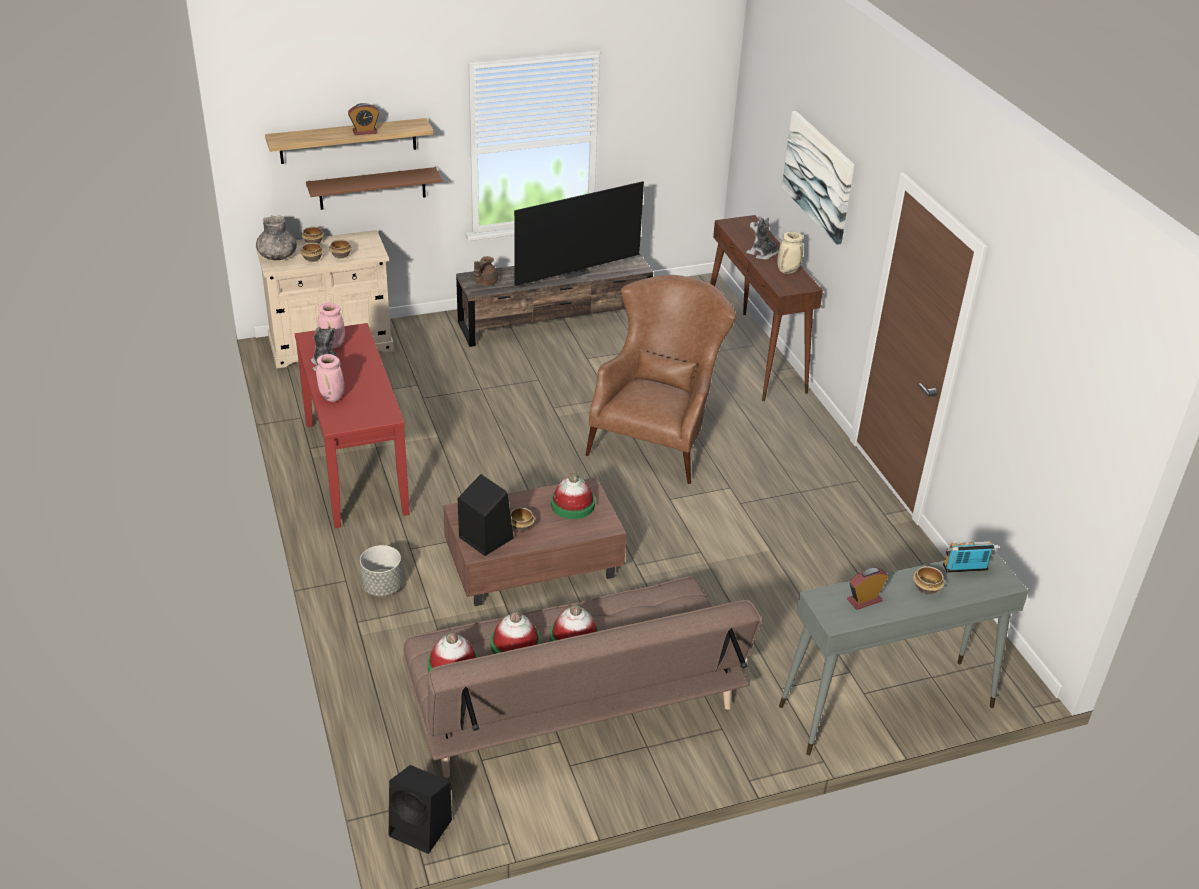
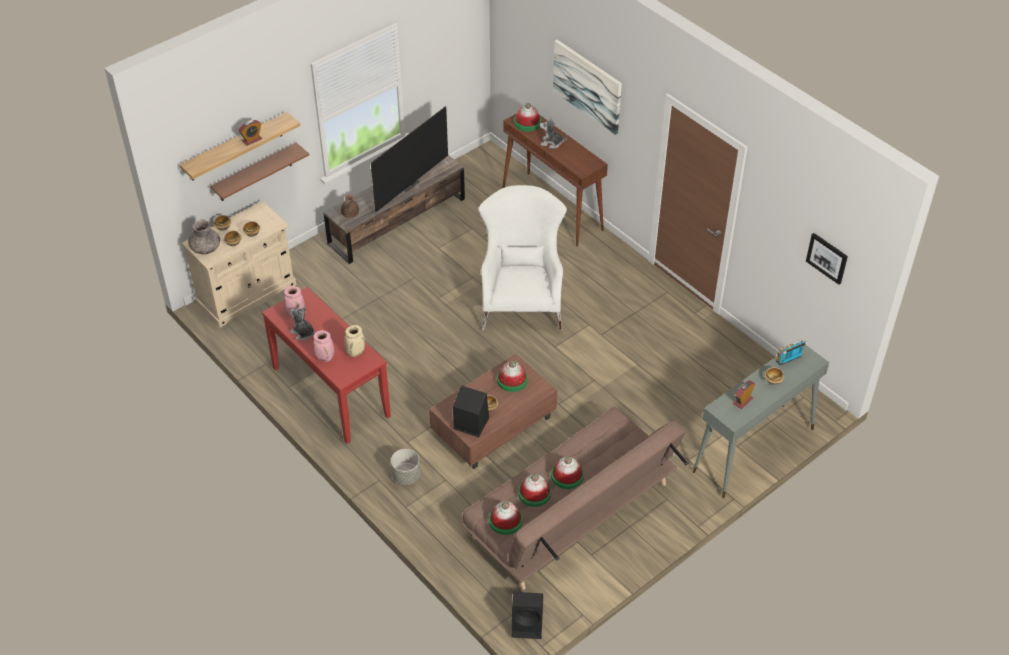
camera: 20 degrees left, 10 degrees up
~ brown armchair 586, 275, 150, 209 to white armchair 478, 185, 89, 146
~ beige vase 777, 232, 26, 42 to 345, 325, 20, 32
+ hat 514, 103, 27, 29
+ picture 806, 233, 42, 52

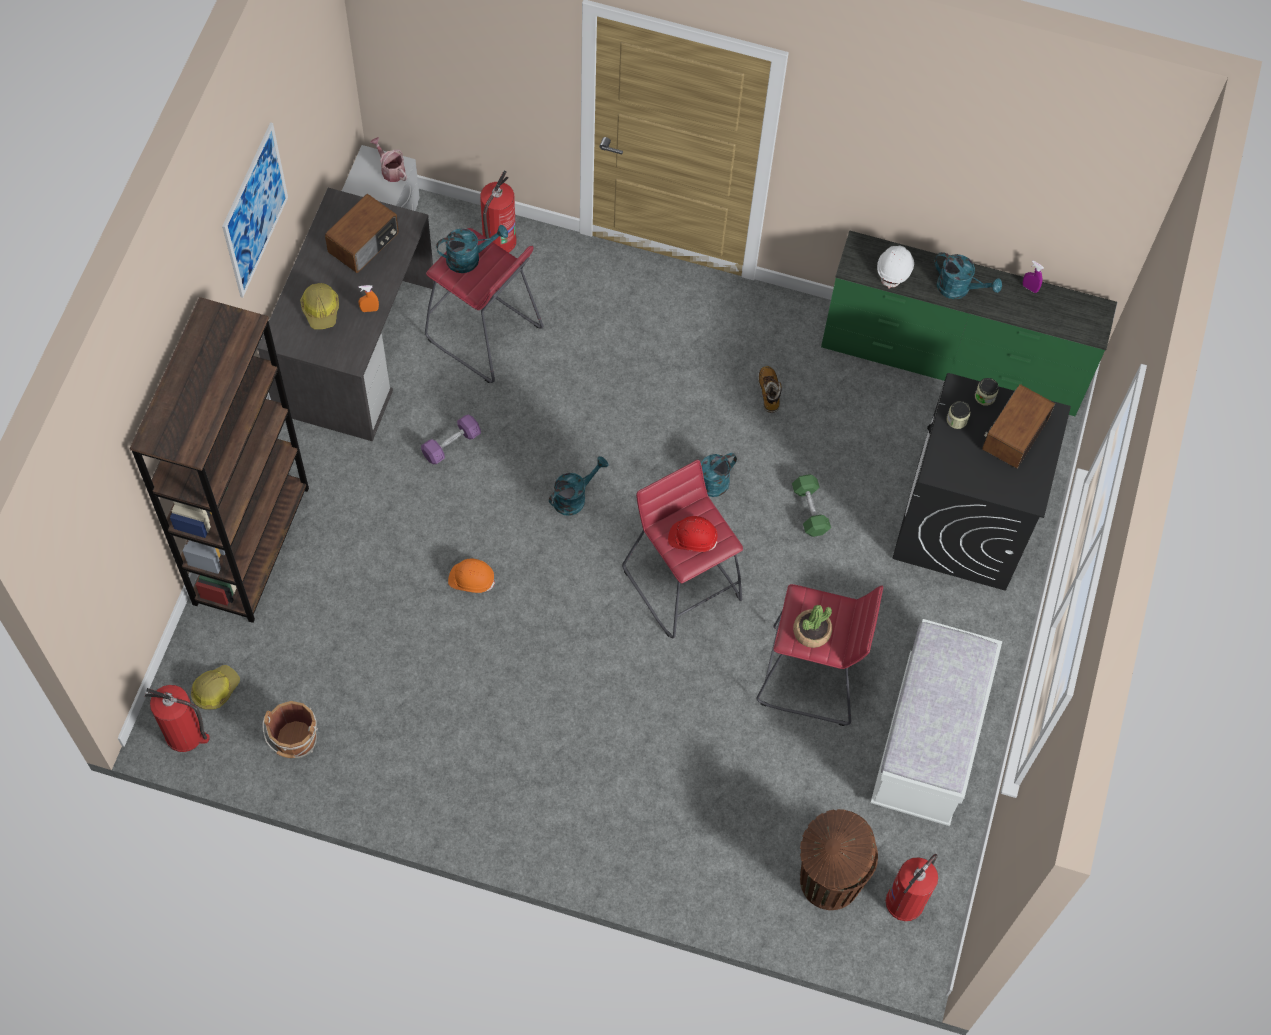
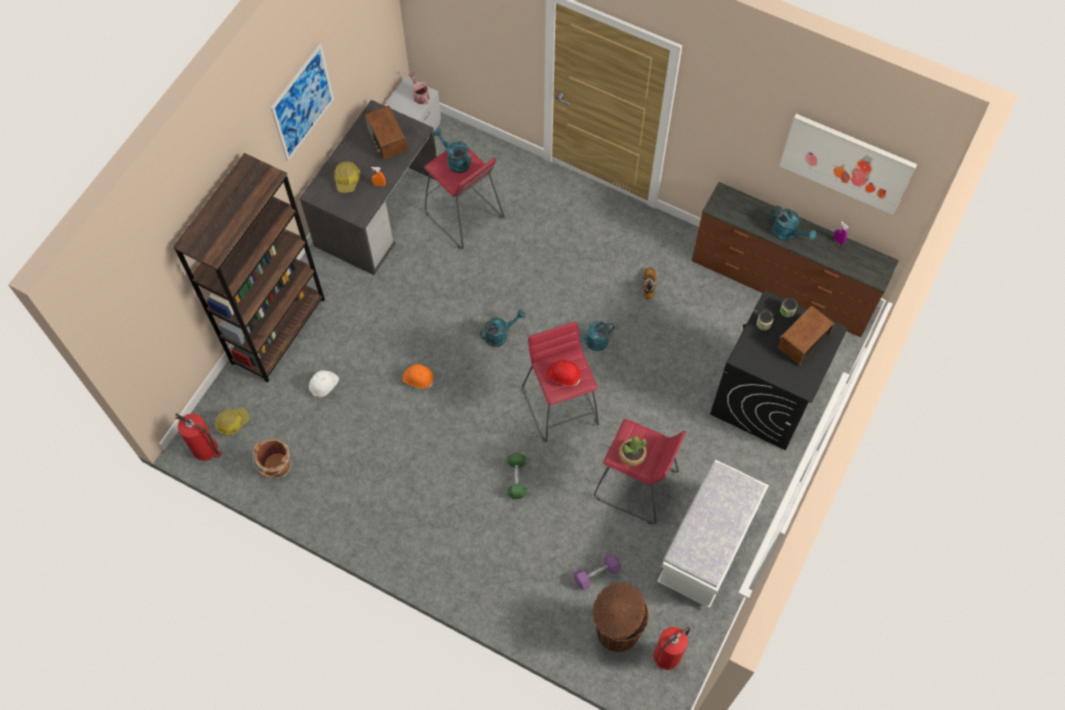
camera: 15 degrees right, 0 degrees up
~ radio 325, 194, 74, 79 = 365, 106, 42, 54 105 degrees clockwise
~ purple dumbbell 421, 414, 60, 51 to 574, 554, 47, 36
~ turquoise watering can 436, 225, 72, 48 = 433, 128, 39, 45 135 degrees counterclockwise
- fire extinguisher 480, 171, 37, 82
~ green dumbbell 792, 474, 39, 63 to 507, 453, 20, 46
~ green dresser 821, 230, 296, 186 to brown dresser 692, 182, 208, 155
~ white hard hat 877, 245, 37, 44 to 309, 370, 30, 29
+ picture 779, 114, 138, 101

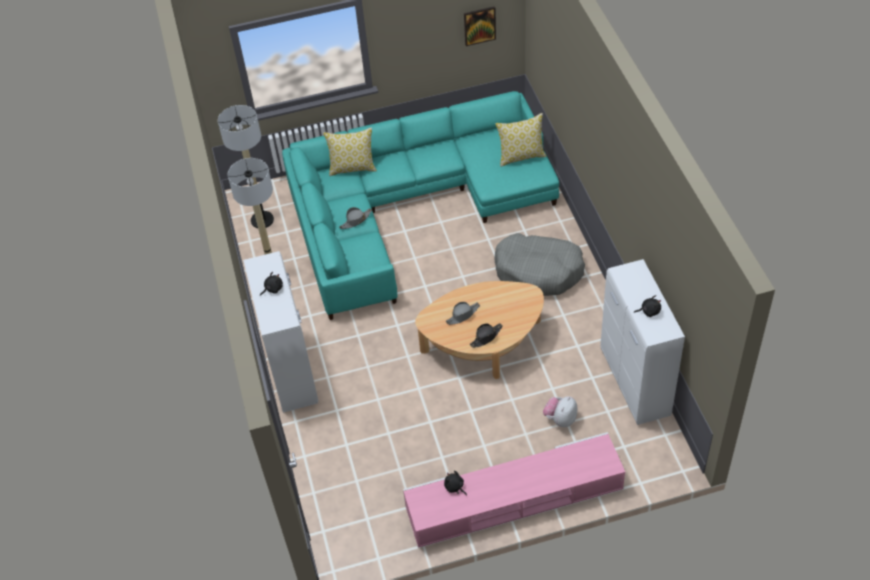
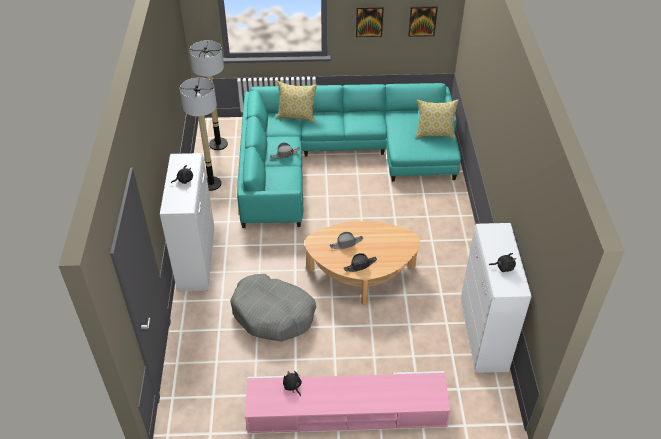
camera: 10 degrees right, 5 degrees down
~ grey dog bed 494, 233, 91, 63 to 230, 274, 86, 67
- plush toy 543, 396, 34, 31
+ picture 356, 7, 28, 30

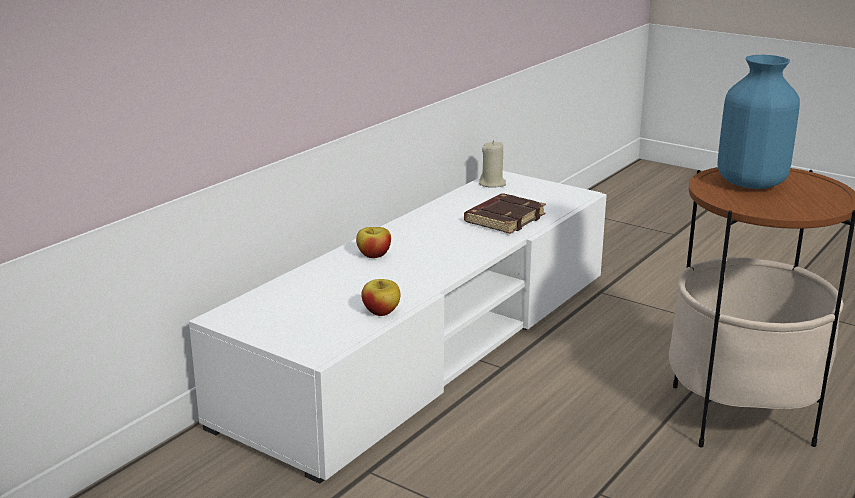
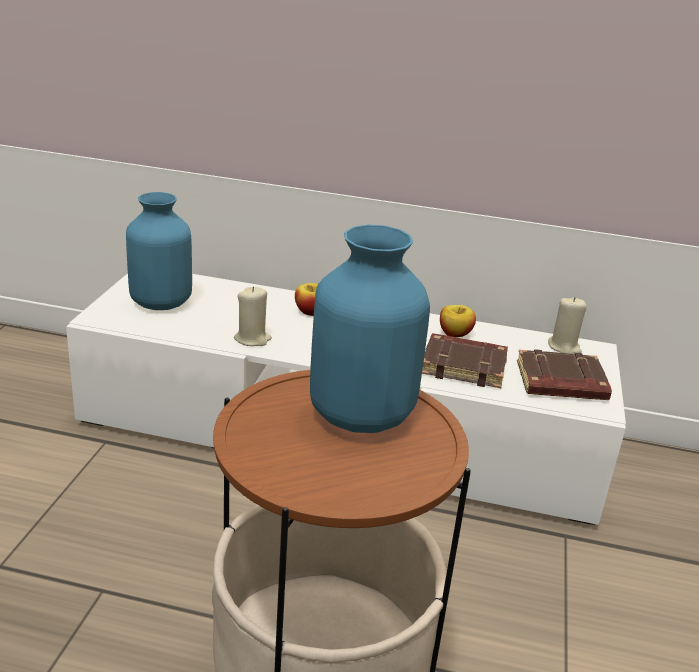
camera: 65 degrees right, 5 degrees up
~ apple 361, 279, 39, 37 to 440, 305, 36, 32
+ blue vase 126, 192, 66, 118
+ beige candle 234, 286, 38, 60
+ brown book 517, 349, 95, 51

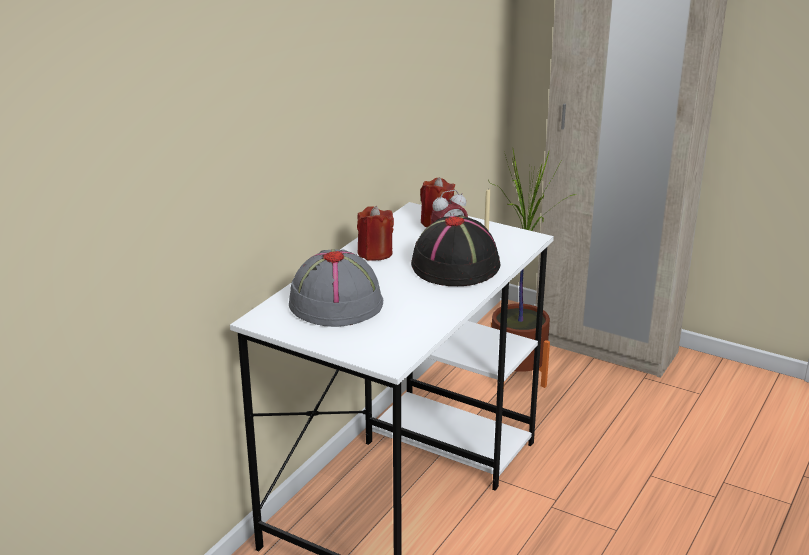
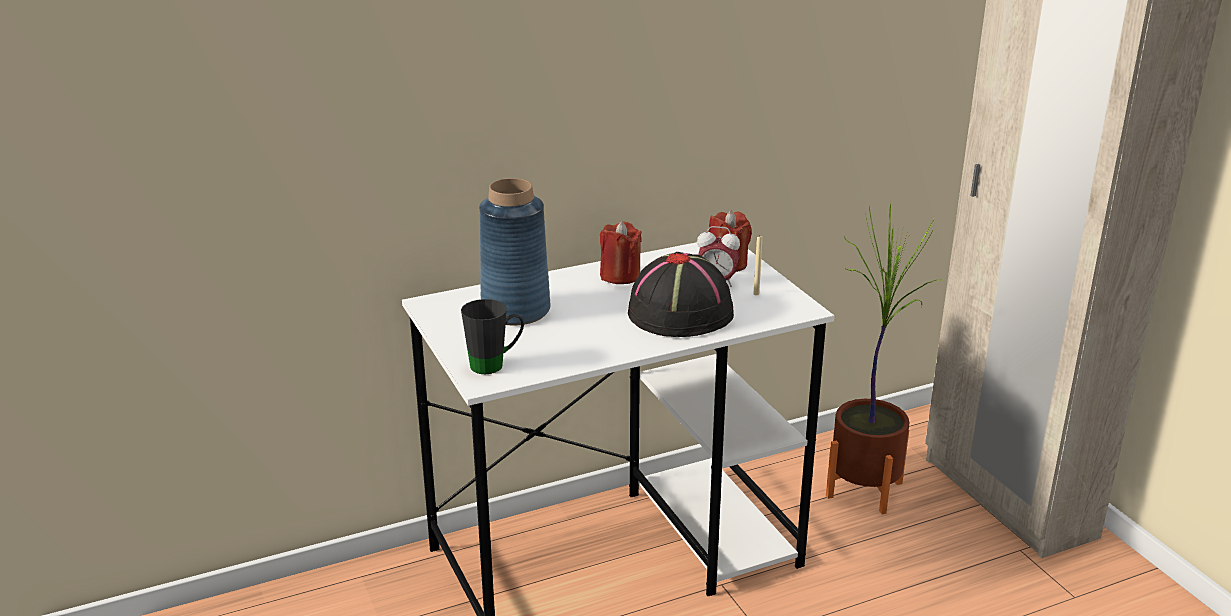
camera: 35 degrees right, 0 degrees up
~ grey hat 289, 249, 94, 78 to blue vase 479, 178, 71, 147
+ black mug 461, 299, 63, 75

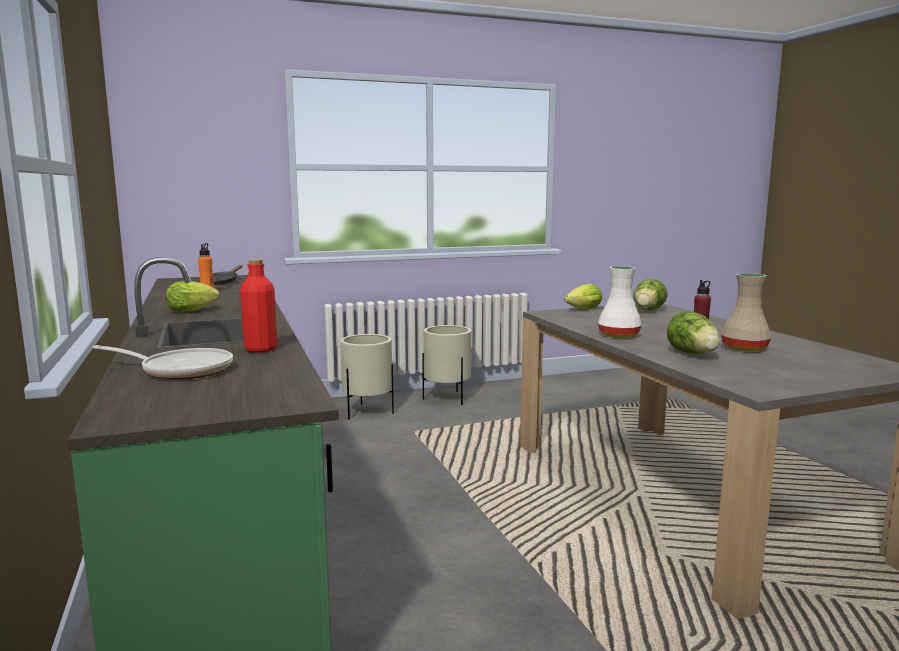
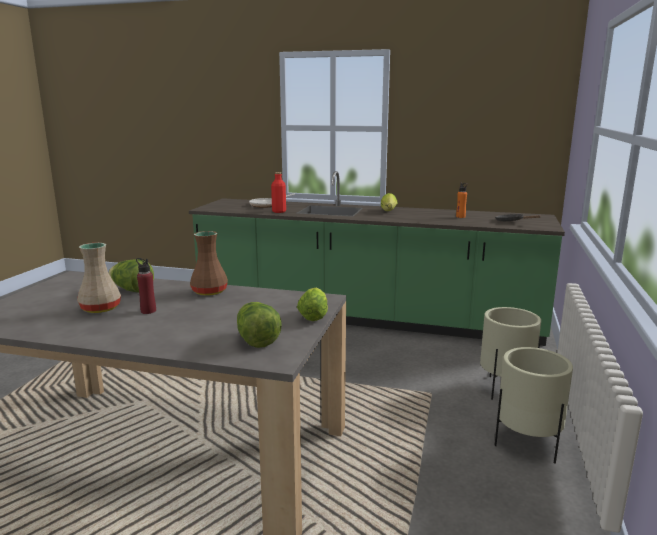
camera: 125 degrees right, 5 degrees up
~ white vase 598, 266, 44, 72 to brown vase 190, 231, 38, 65

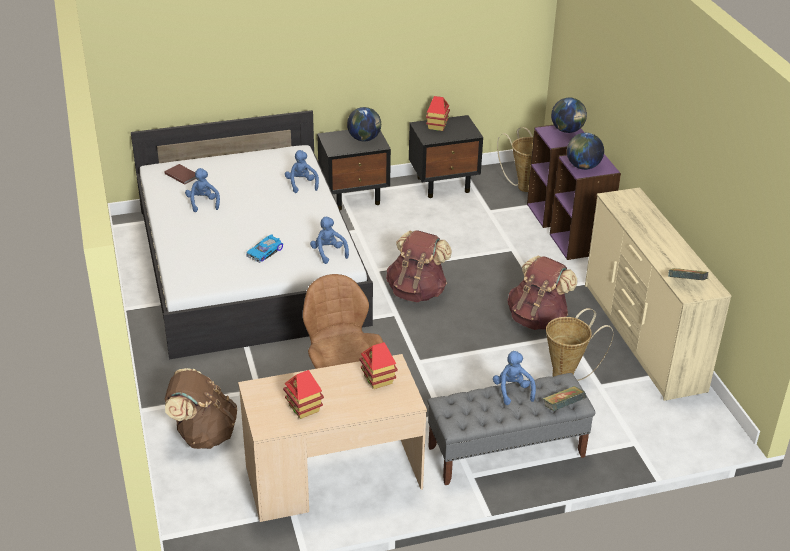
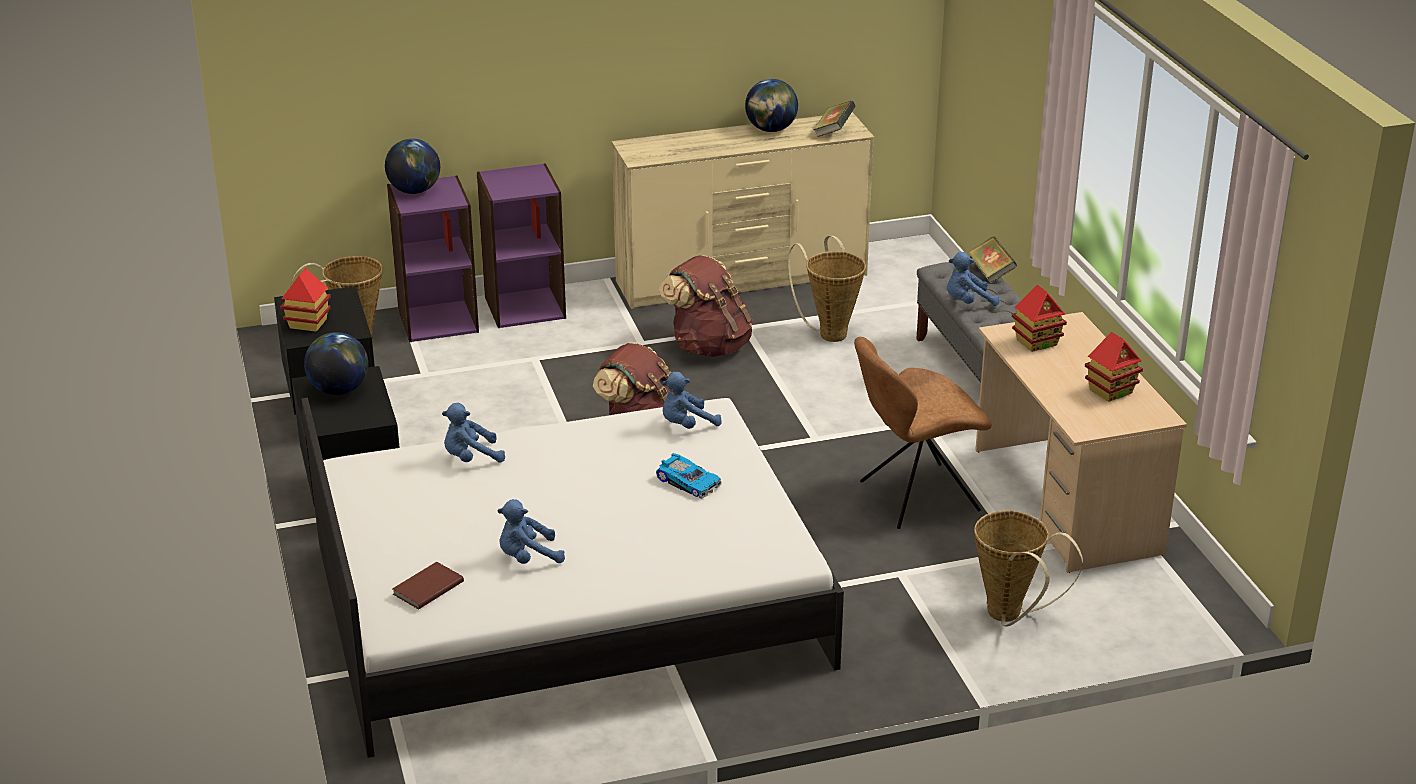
camera: 90 degrees left, 5 degrees down
~ brown backpack 165, 368, 72, 81 to basket 974, 511, 109, 115
~ globe 567, 133, 37, 37 to 745, 79, 53, 53

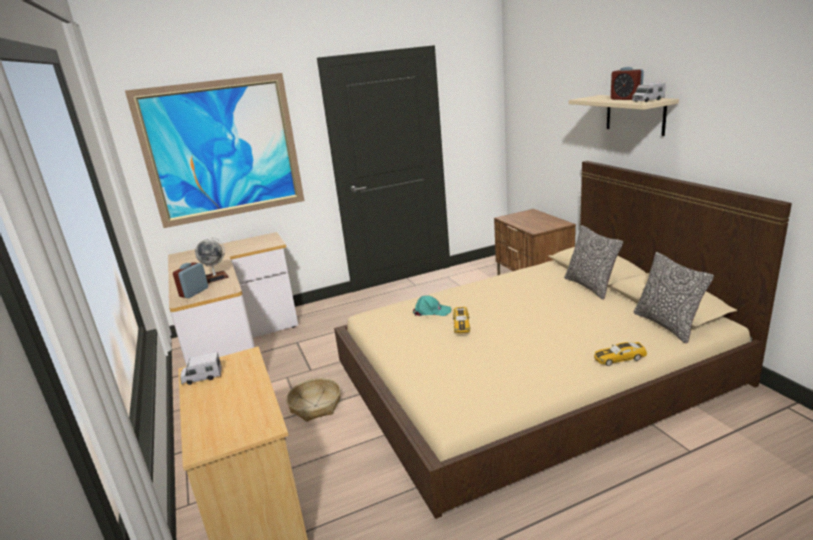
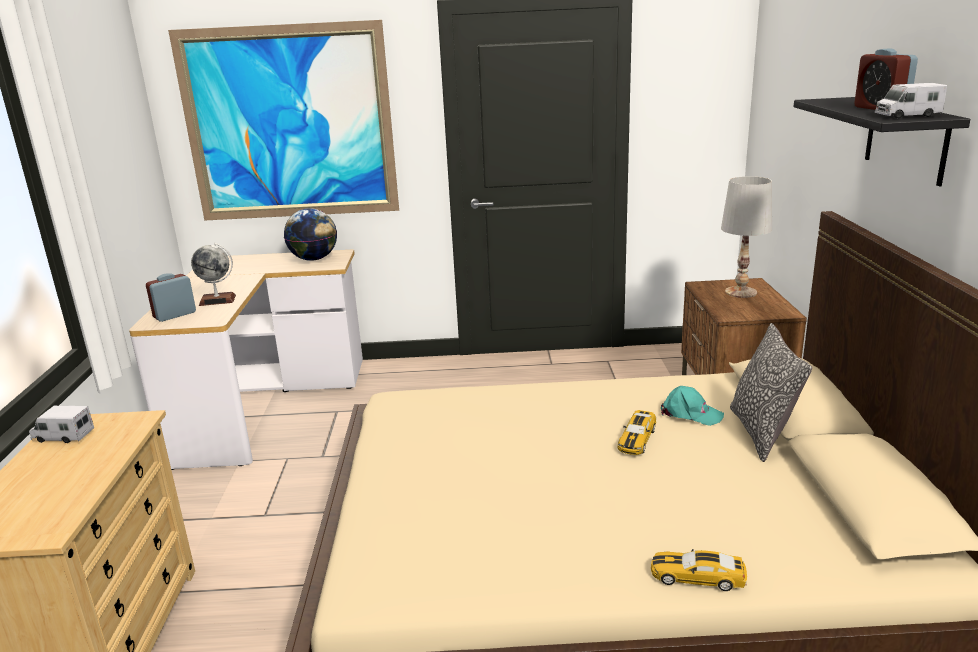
camera: 20 degrees right, 0 degrees up
- basket 286, 378, 55, 44
~ turquoise cap 413, 295, 39, 21 to 661, 386, 63, 40
~ toy car 453, 307, 17, 27 to 618, 410, 38, 45
~ beige shelf 569, 95, 110, 41 to black shelf 794, 97, 176, 89
- pillow 634, 252, 80, 91
+ globe 284, 208, 53, 53
+ white table lamp 721, 176, 51, 122

